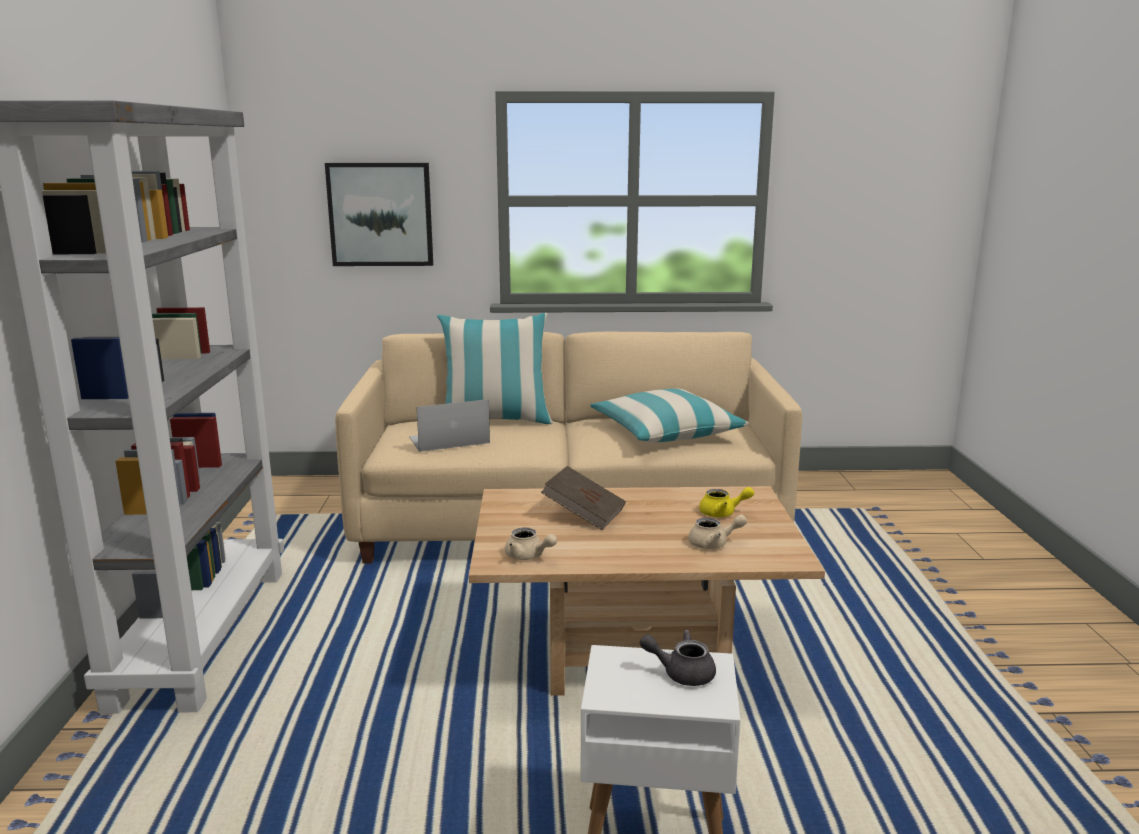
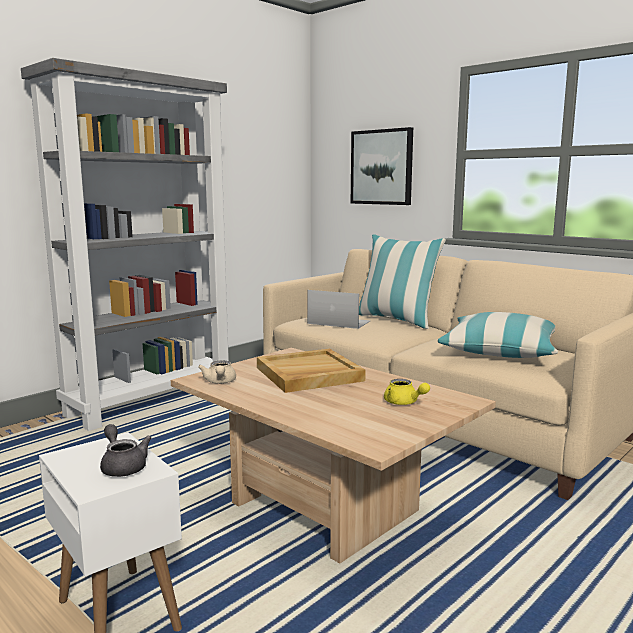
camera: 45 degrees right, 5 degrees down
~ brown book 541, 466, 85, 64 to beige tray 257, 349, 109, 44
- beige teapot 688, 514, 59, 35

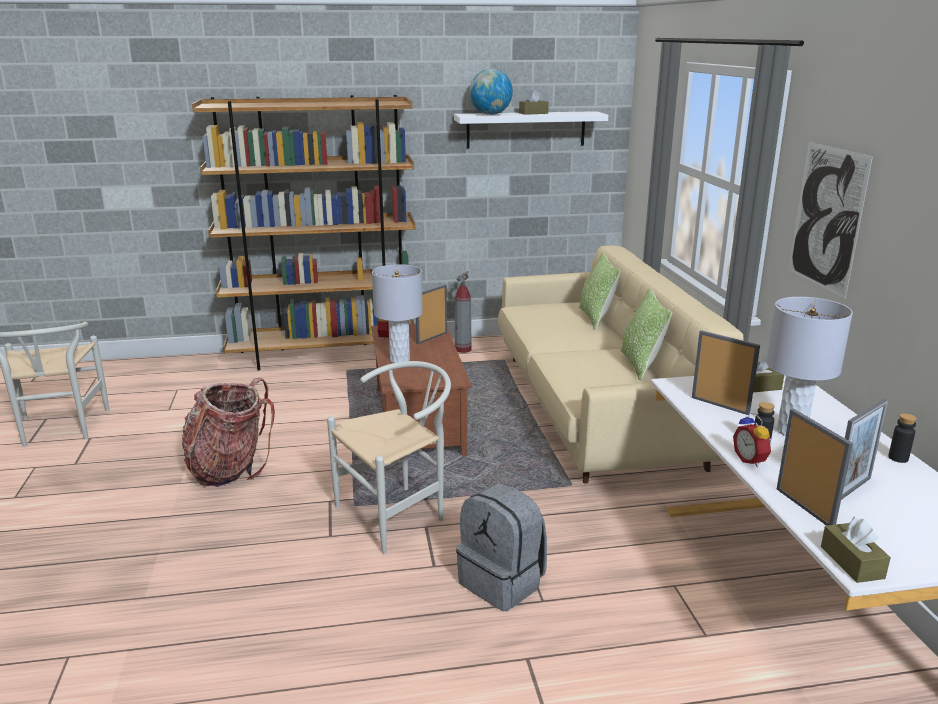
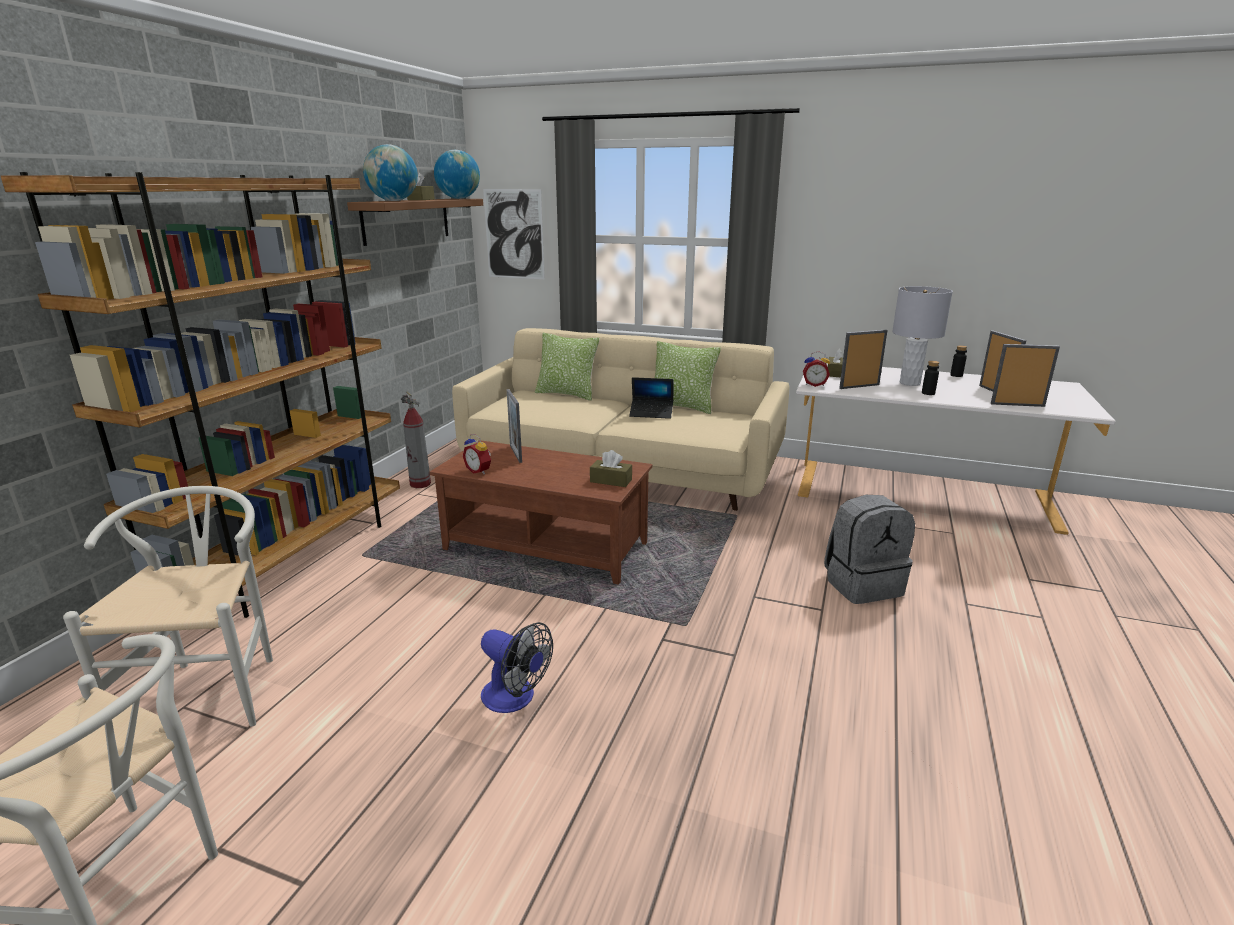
camera: 60 degrees left, 0 degrees up
~ backpack 182, 378, 93, 109 to fan 481, 622, 72, 91
~ white chair 327, 361, 124, 193 to 63, 486, 210, 241
- grey table lamp 372, 264, 51, 99
~ white shelf 454, 111, 154, 37 to brown shelf 347, 199, 136, 47
~ alarm clock 733, 412, 39, 55 to 803, 351, 27, 36
~ picture 788, 142, 85, 157 to 483, 189, 62, 90
~ brown tissue box 821, 517, 70, 66 to 590, 450, 42, 37
+ globe 434, 150, 46, 49
+ laptop 629, 377, 44, 42

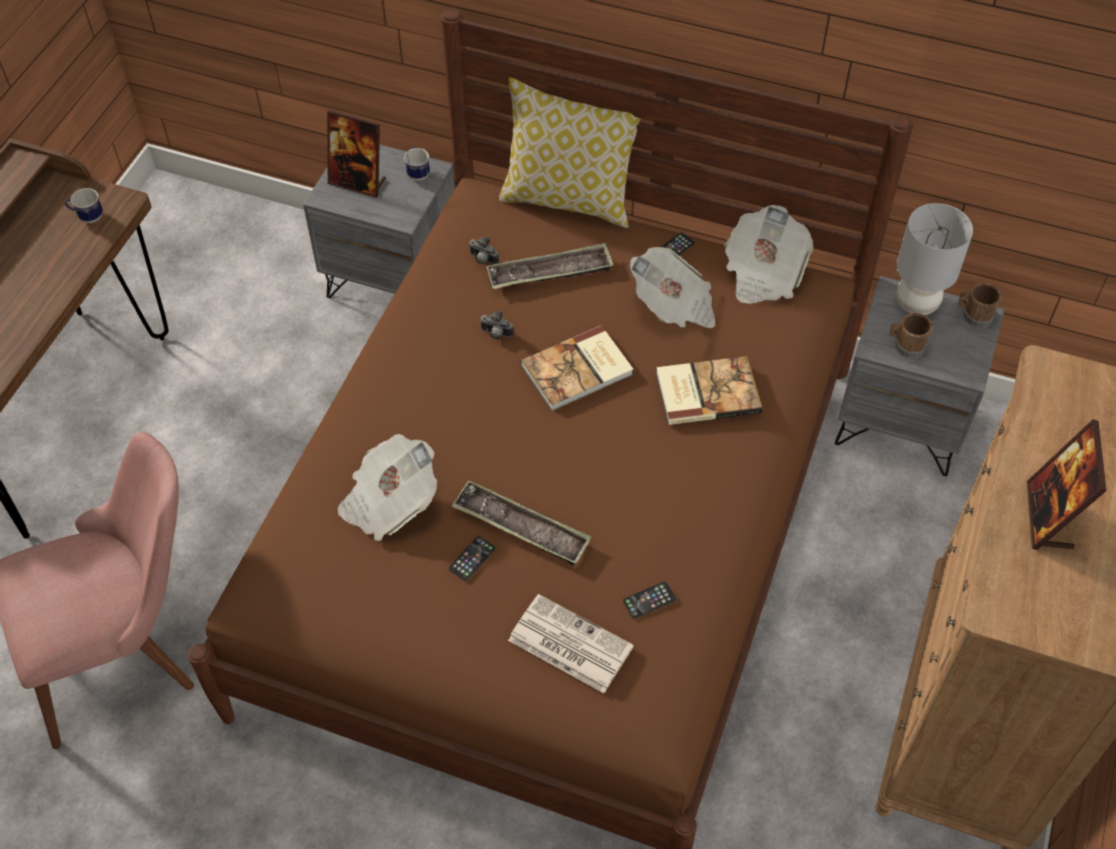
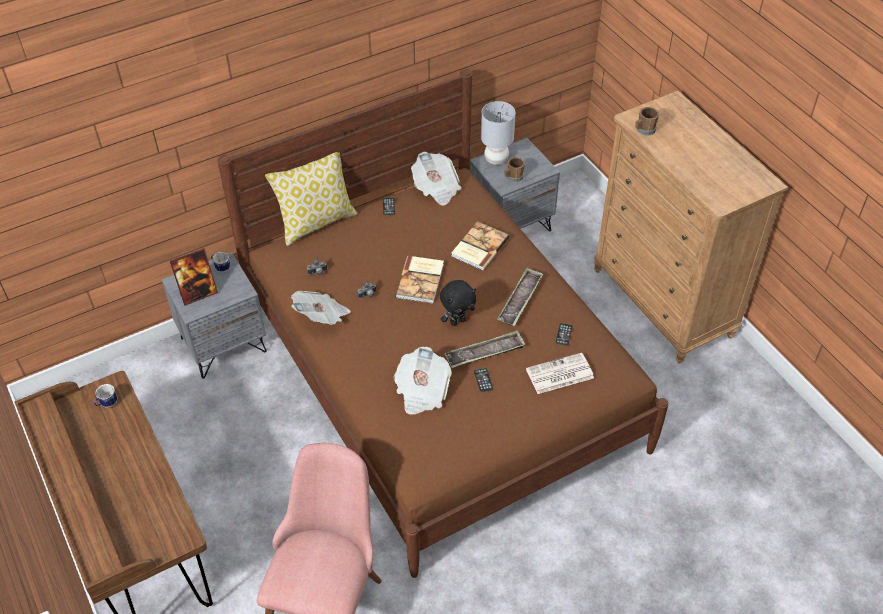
camera: 50 degrees left, 5 degrees down
~ tray 486, 243, 128, 46 to 498, 268, 45, 58
~ newspaper 630, 247, 86, 81 to 291, 291, 60, 34
~ brown mug 958, 283, 44, 45 to 635, 107, 24, 29
- picture frame 1027, 419, 80, 131
+ black plush toy 440, 280, 36, 46

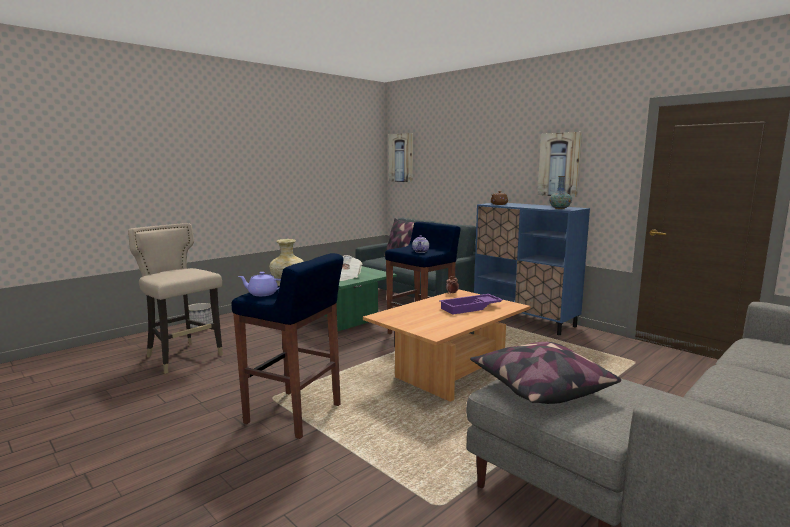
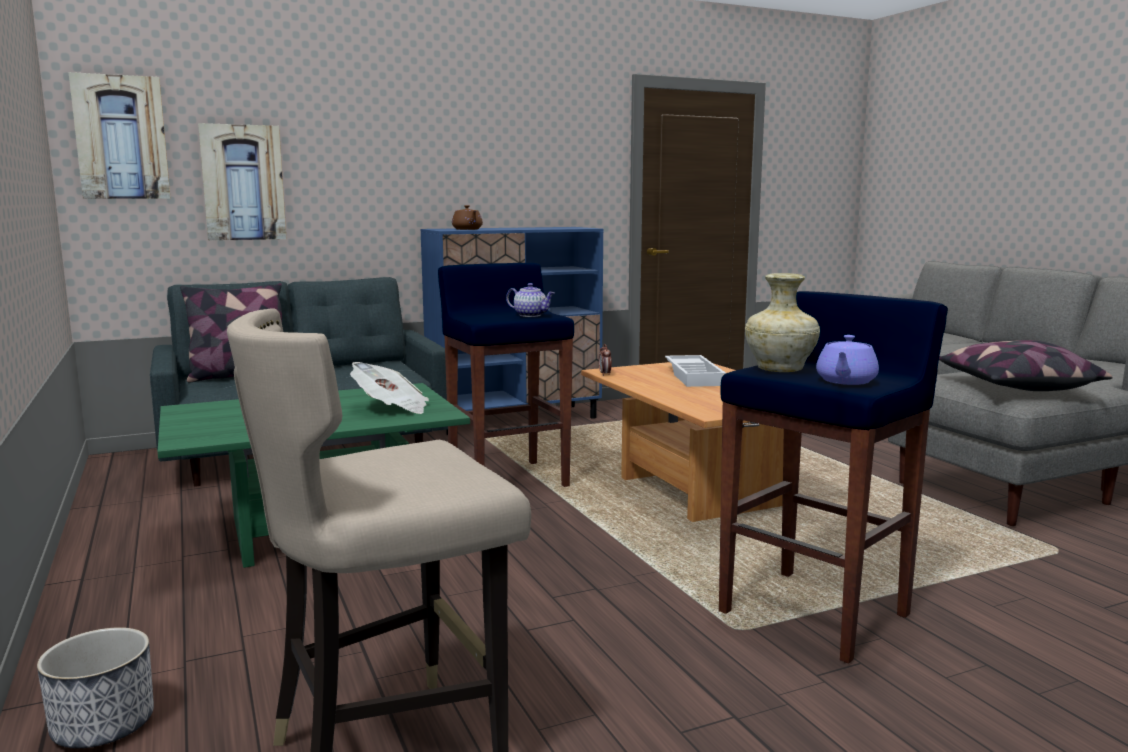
camera: 70 degrees left, 0 degrees up
~ purple tray 439, 294, 64, 21 to white tray 665, 355, 61, 32
~ picture 537, 132, 45, 65 to 198, 123, 89, 118
- vase 549, 176, 23, 33

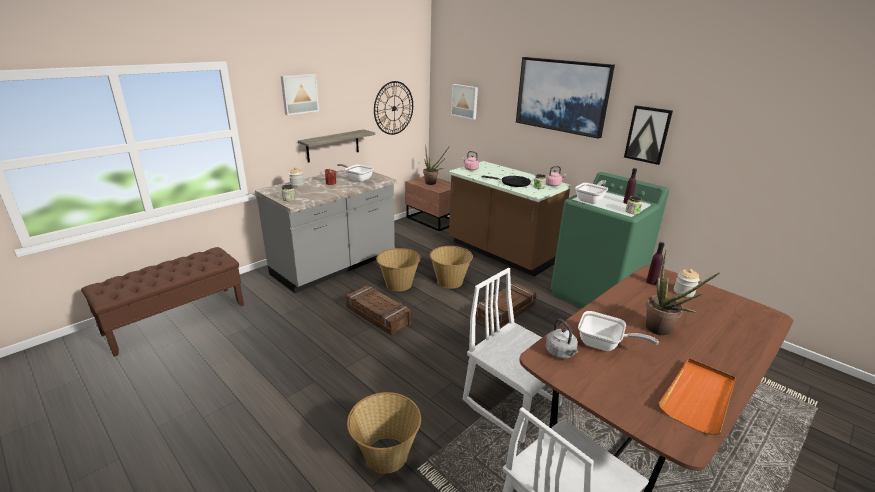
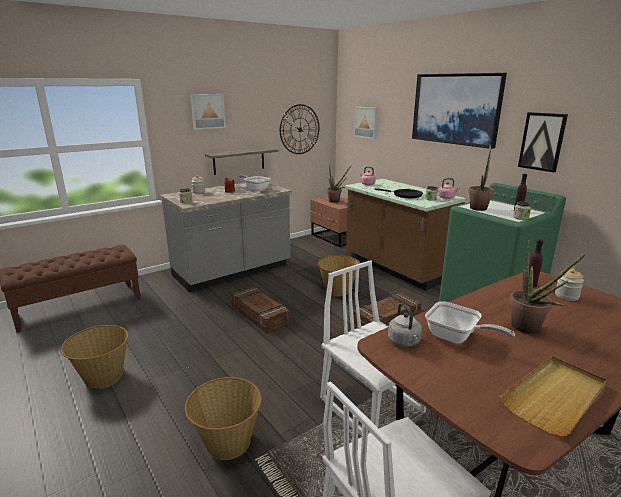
camera: 10 degrees right, 5 degrees down
~ basket 376, 248, 44, 43 to 61, 325, 68, 63
~ frying pan 575, 180, 33, 24 to potted plant 468, 144, 26, 67
~ orange tray 658, 358, 78, 77 to beige tray 499, 356, 108, 81

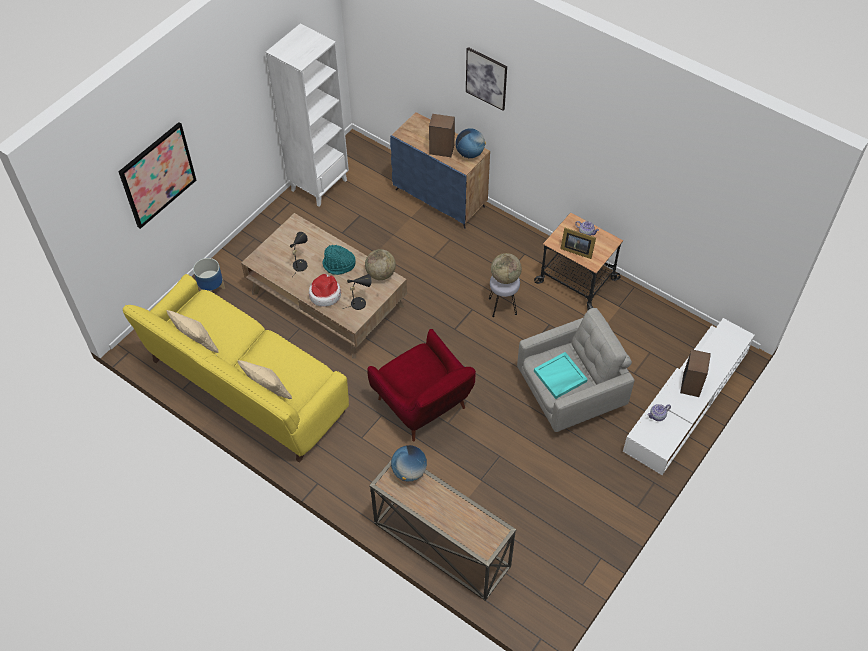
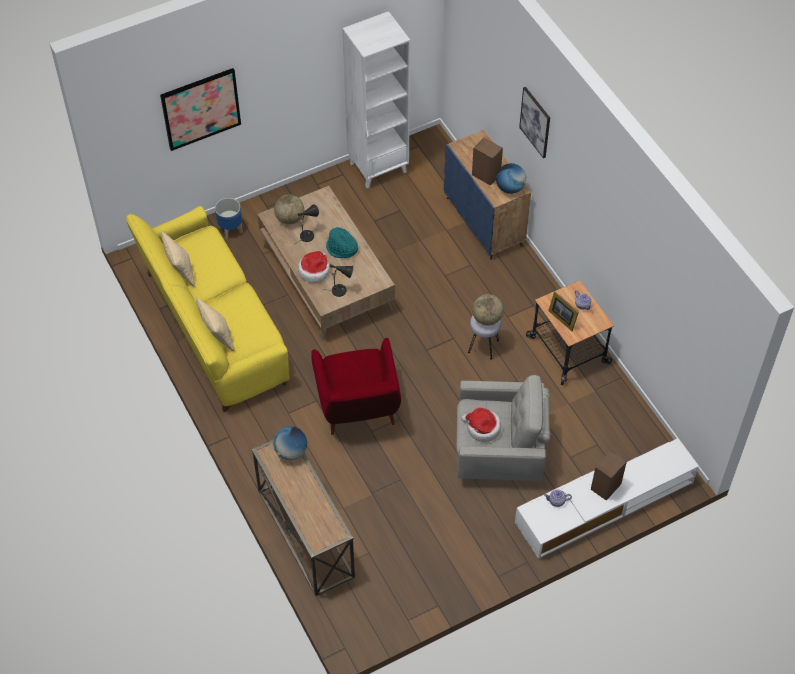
camera: 25 degrees right, 0 degrees up
~ globe 365, 249, 31, 31 to 274, 194, 30, 31
~ turquoise tray 534, 352, 54, 47 to hat 461, 407, 40, 35

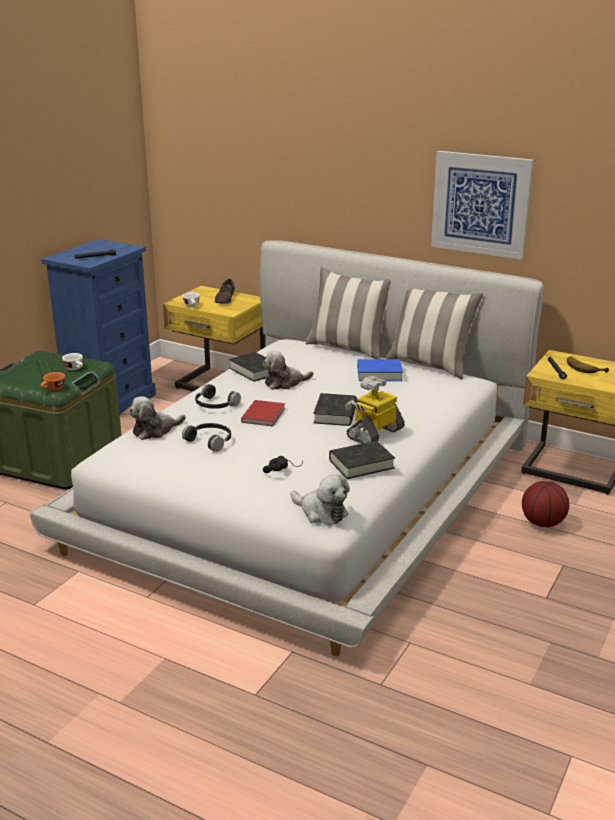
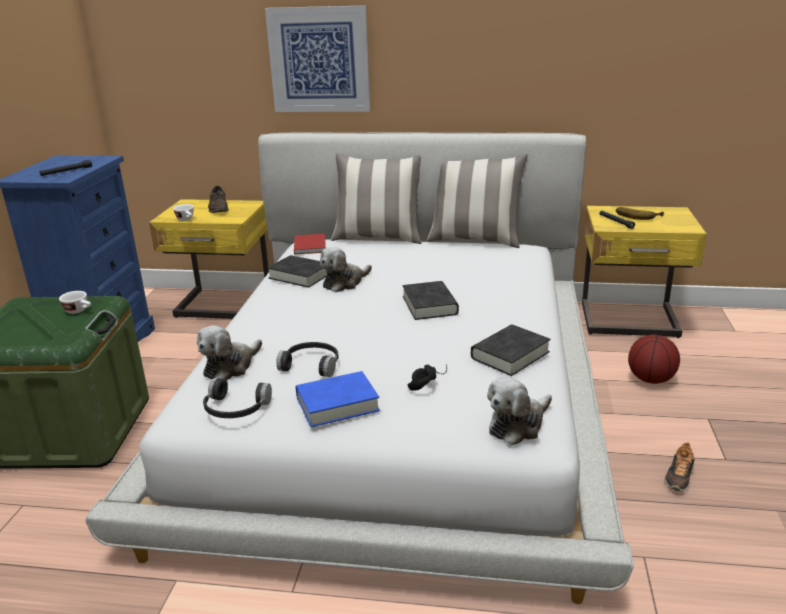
camera: 20 degrees left, 0 degrees up
- orange cup 40, 372, 25, 19
~ black headphones 195, 384, 46, 25 to 203, 378, 69, 40
~ red book 241, 400, 44, 26 to 294, 234, 32, 21
~ plush toy 291, 474, 59, 51 = 487, 378, 65, 67 120 degrees clockwise
- toy robot 345, 376, 60, 68
~ blue book 357, 359, 46, 22 to 296, 371, 84, 56
~ picture 431, 151, 102, 109 to 265, 5, 105, 107
+ shoe 664, 443, 31, 49

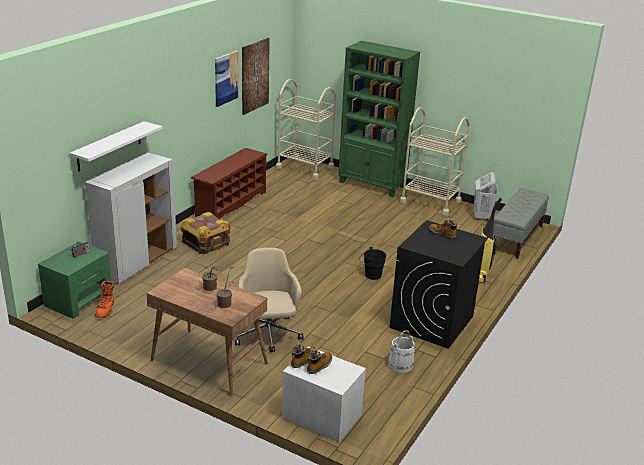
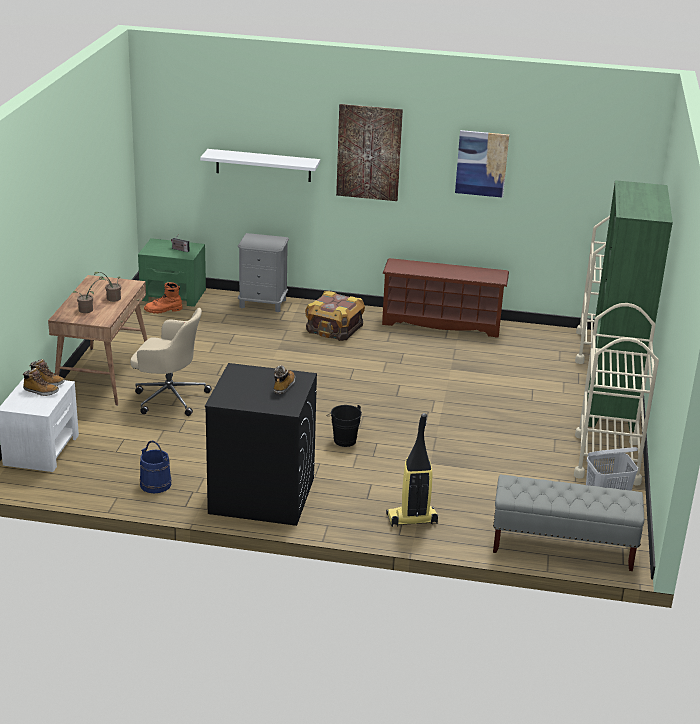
camera: 70 degrees right, 0 degrees up
~ white cabinet 85, 153, 92, 131 to grey nightstand 238, 233, 51, 79
~ beige office chair 235, 248, 68, 104 = 130, 308, 82, 108 45 degrees clockwise
~ picture 242, 38, 28, 77 to 336, 104, 67, 97
~ white bucket 388, 330, 26, 43 to blue bucket 140, 441, 31, 52

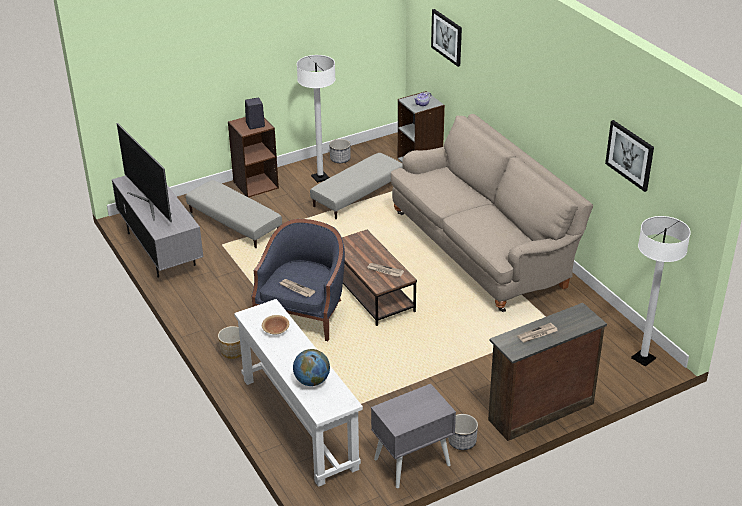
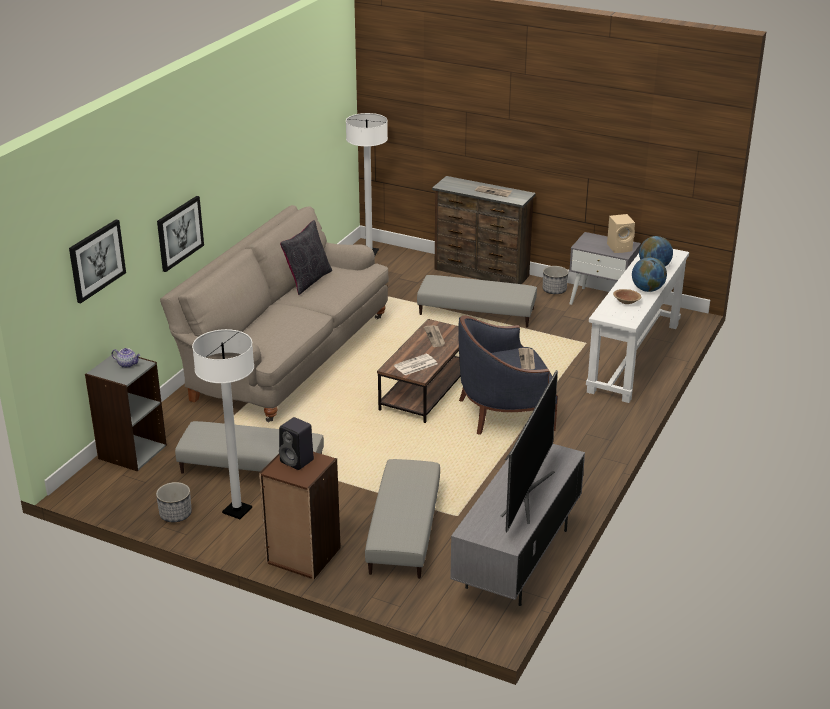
camera: 125 degrees left, 5 degrees down
- planter 218, 326, 23, 33
~ picture 605, 120, 49, 72 to 157, 196, 47, 76
+ black pillow 280, 220, 52, 75
+ newspaper 394, 354, 43, 22
+ grey ottoman 417, 275, 120, 52
+ beige speaker 607, 214, 28, 39
+ globe 632, 257, 35, 35

